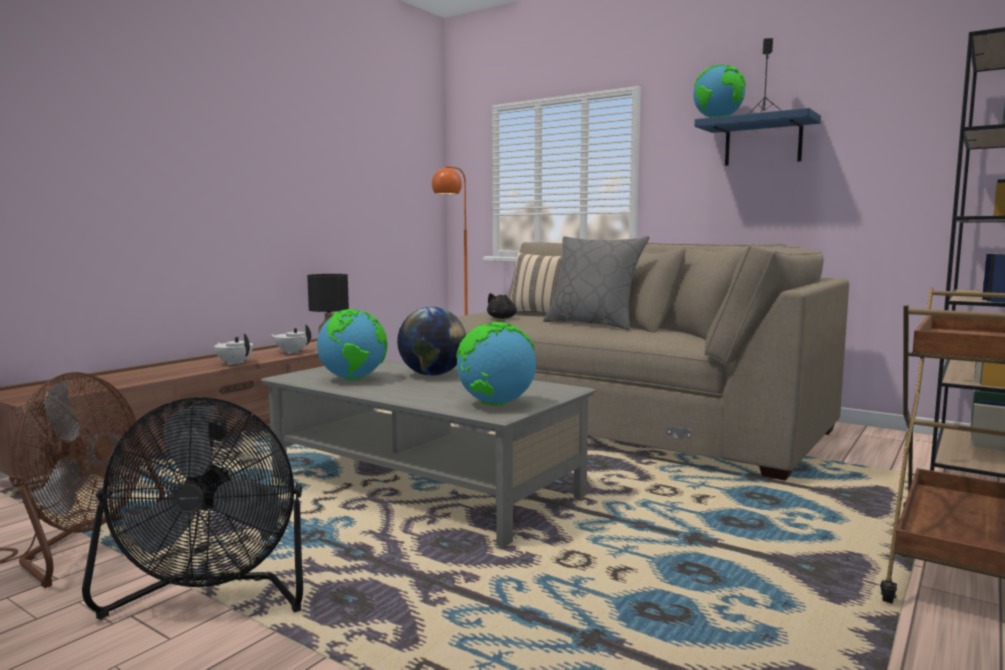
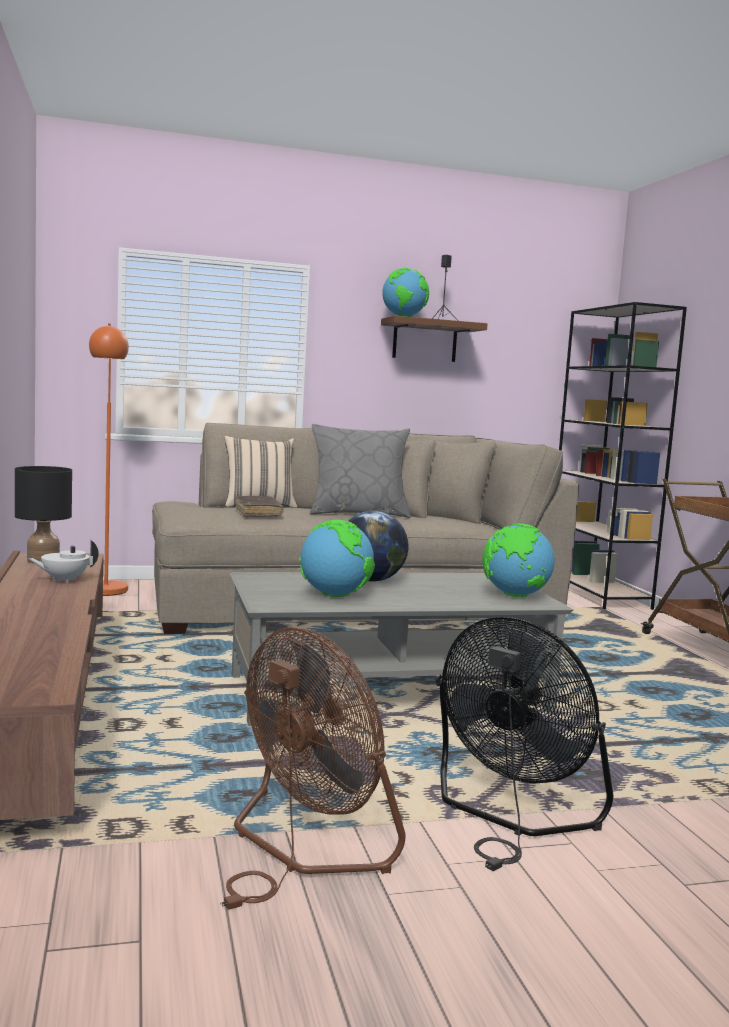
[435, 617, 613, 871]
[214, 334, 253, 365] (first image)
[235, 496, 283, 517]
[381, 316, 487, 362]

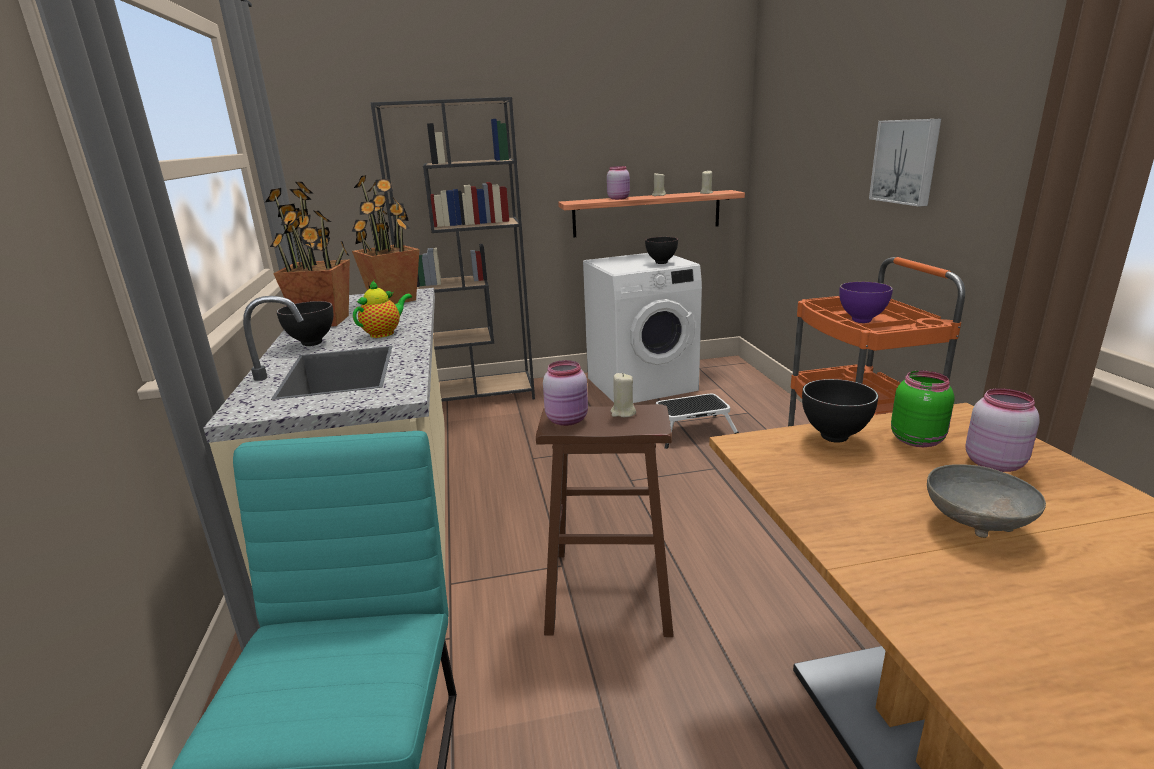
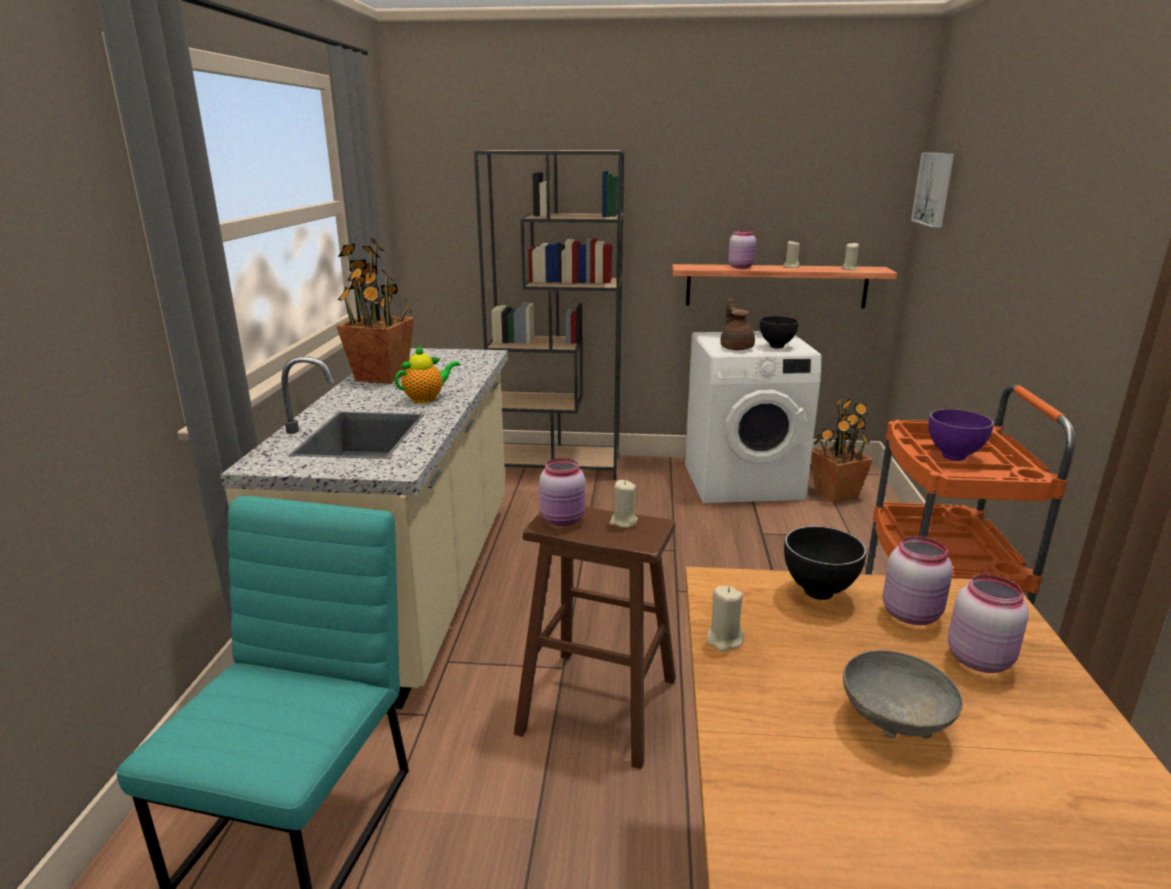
[277, 301, 333, 346] (first image)
[811, 396, 873, 503]
[656, 394, 739, 449] (first image)
[911, 152, 954, 228]
[883, 536, 953, 625]
[707, 586, 744, 652]
[720, 298, 755, 350]

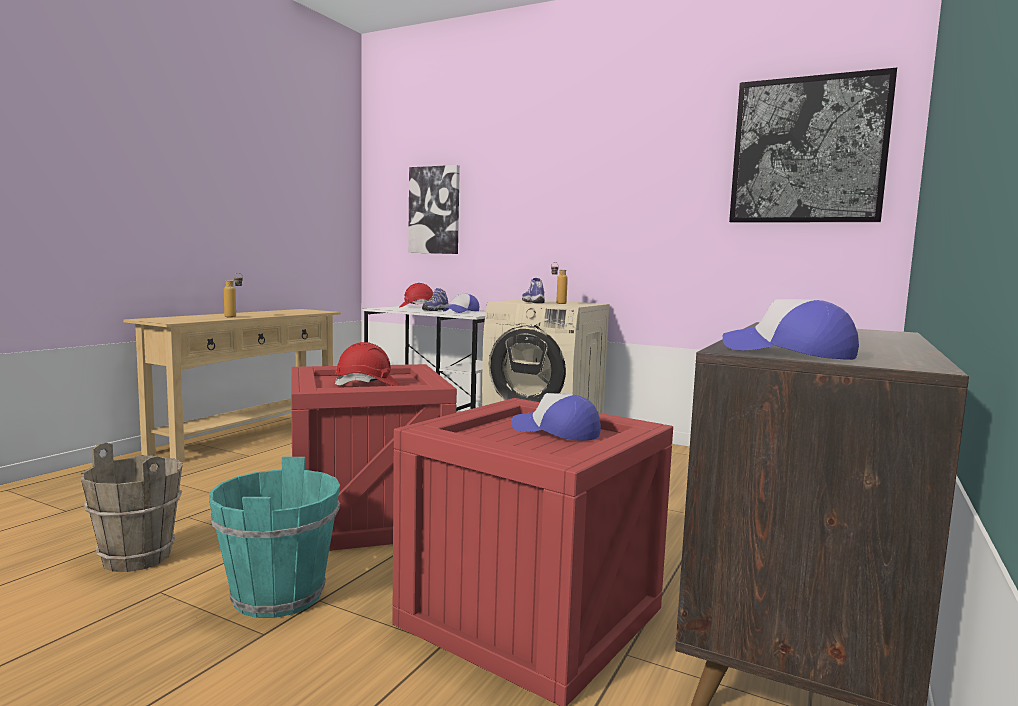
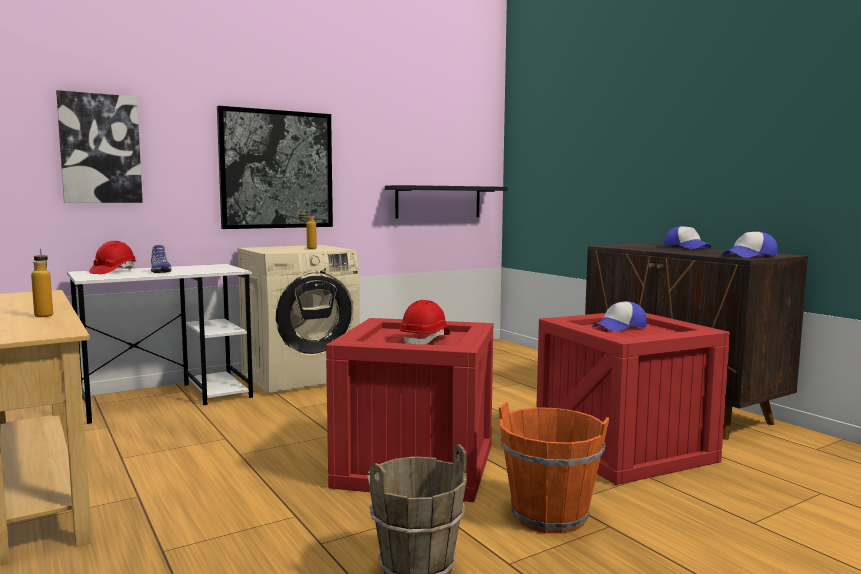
[499, 402, 610, 534]
[664, 226, 711, 249]
[522, 278, 545, 303] (first image)
[217, 106, 333, 229]
[385, 185, 508, 219]

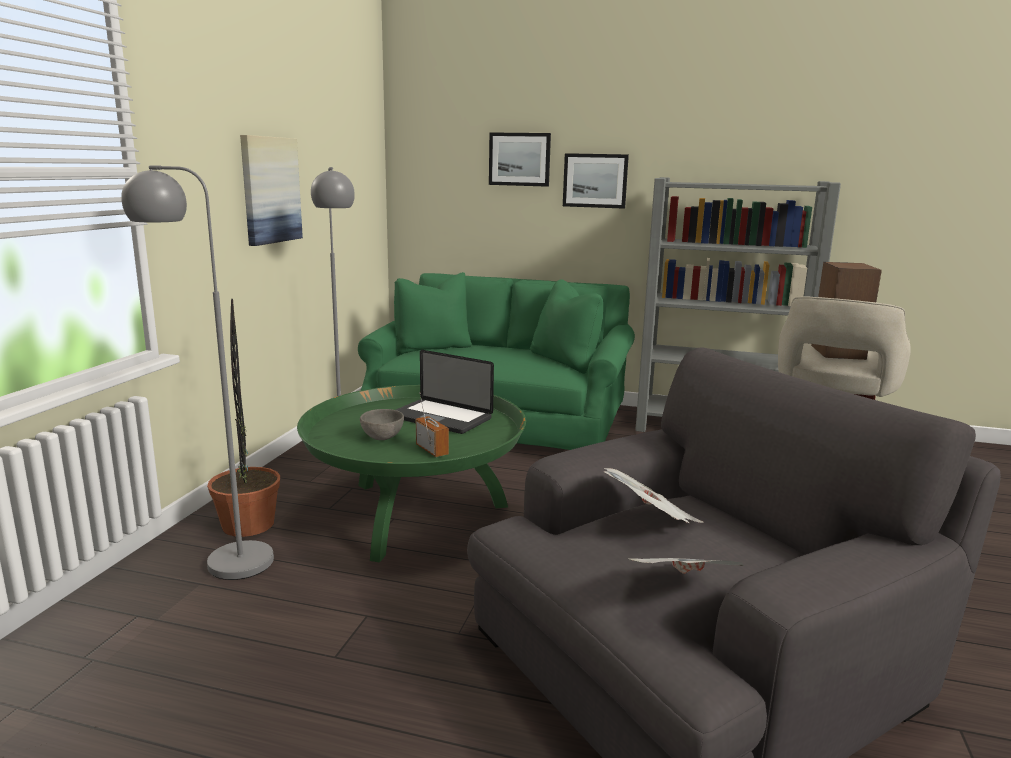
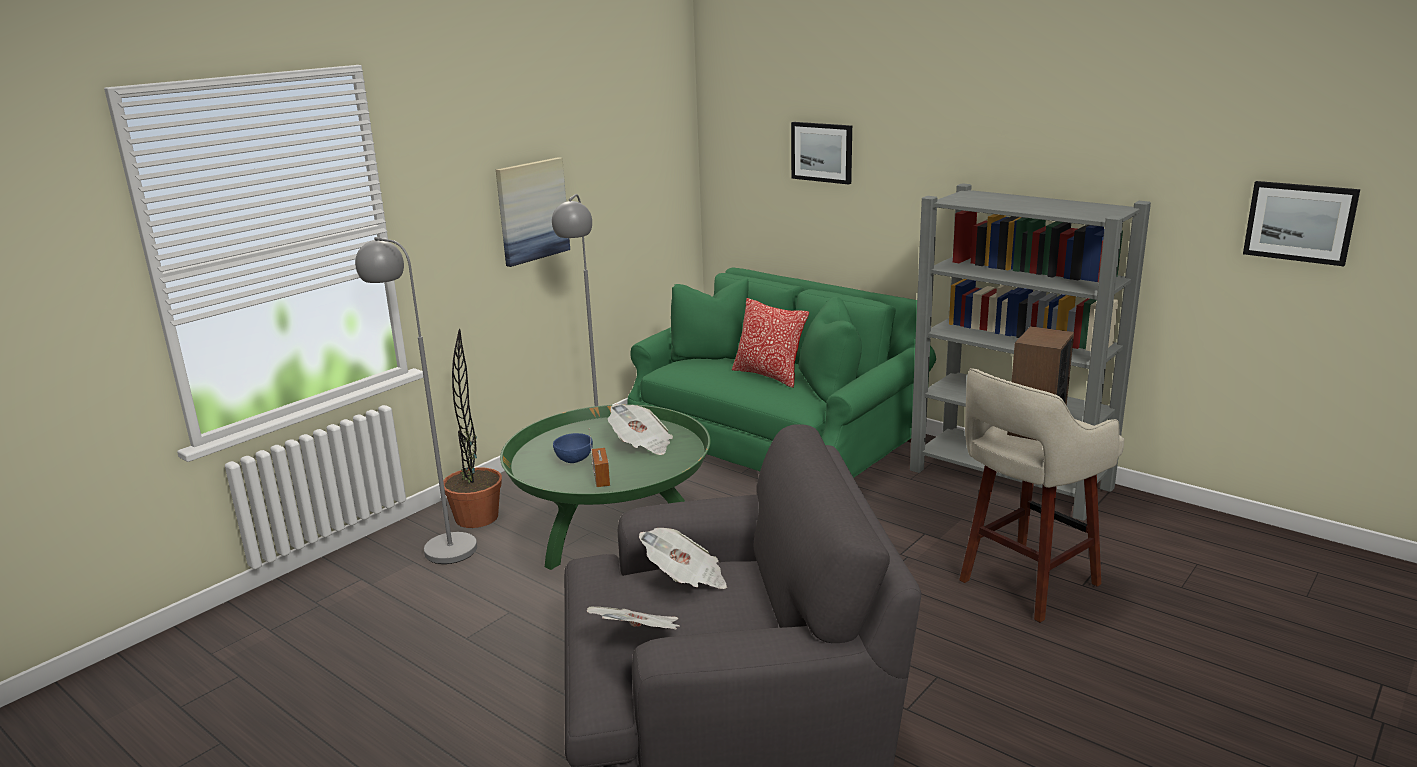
[553, 433, 593, 463]
[608, 404, 673, 455]
[1243, 181, 1360, 266]
[732, 298, 809, 388]

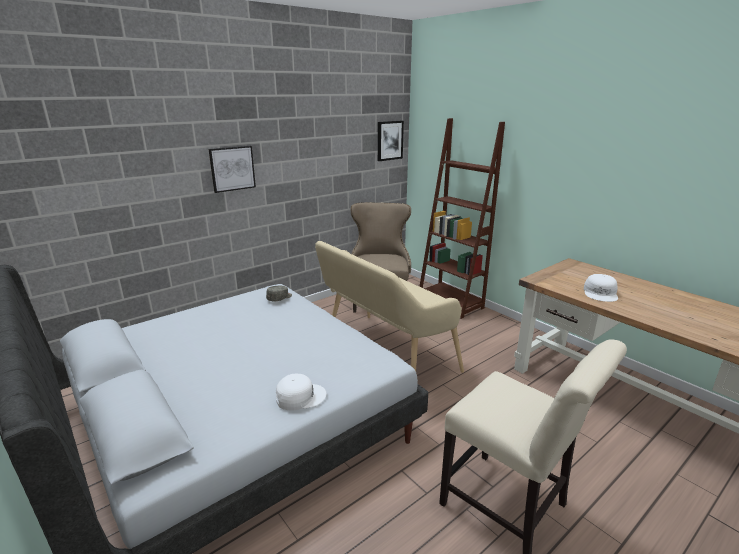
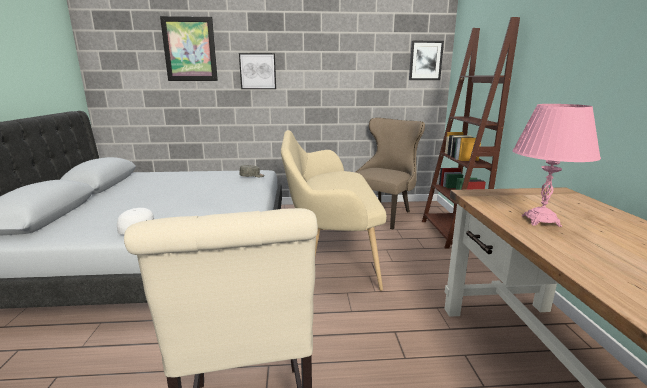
[512, 104, 601, 227]
[160, 16, 218, 81]

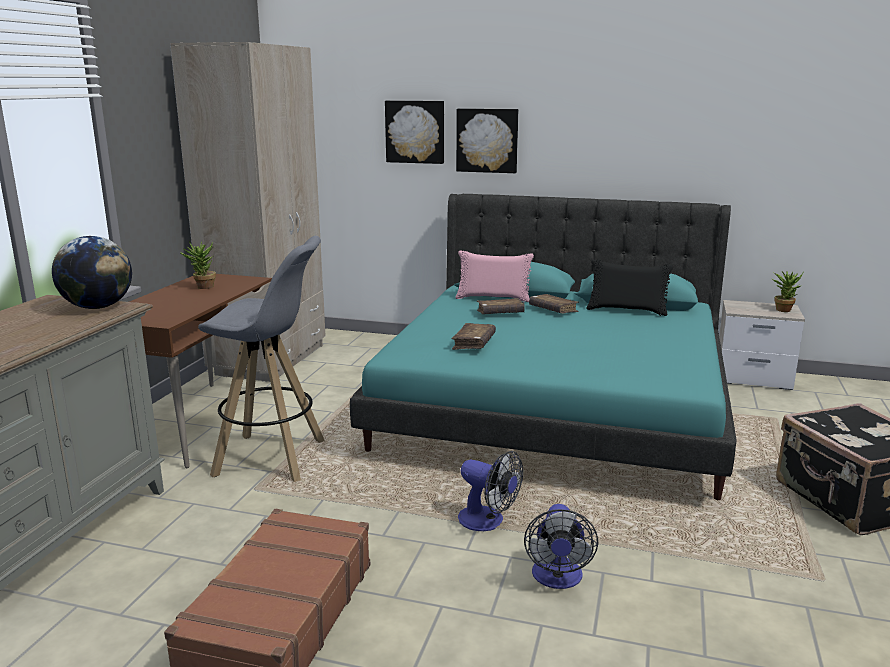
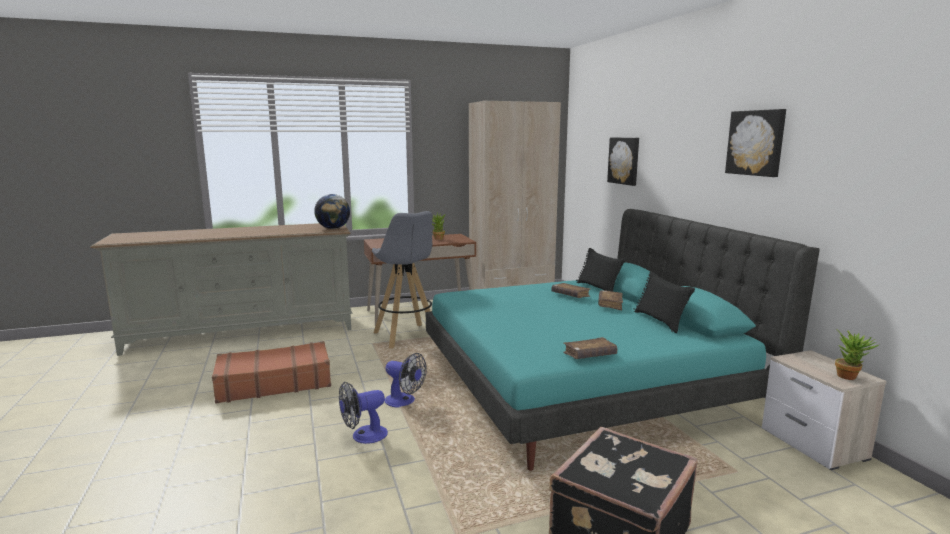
[563, 337, 617, 359]
[576, 248, 625, 291]
[725, 109, 786, 177]
[385, 353, 427, 407]

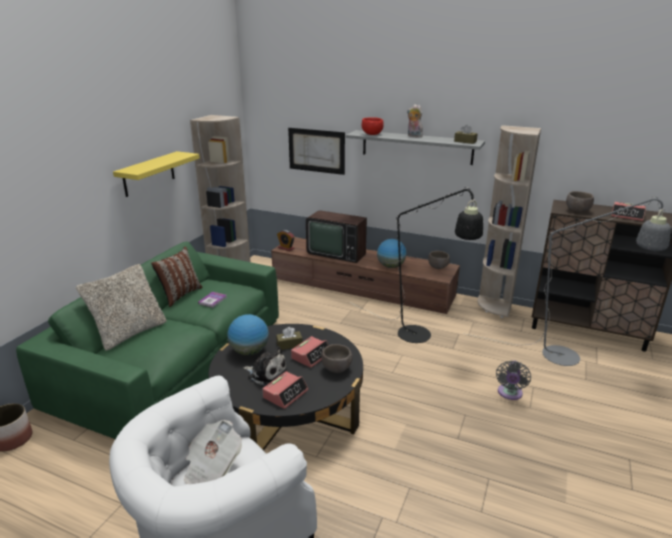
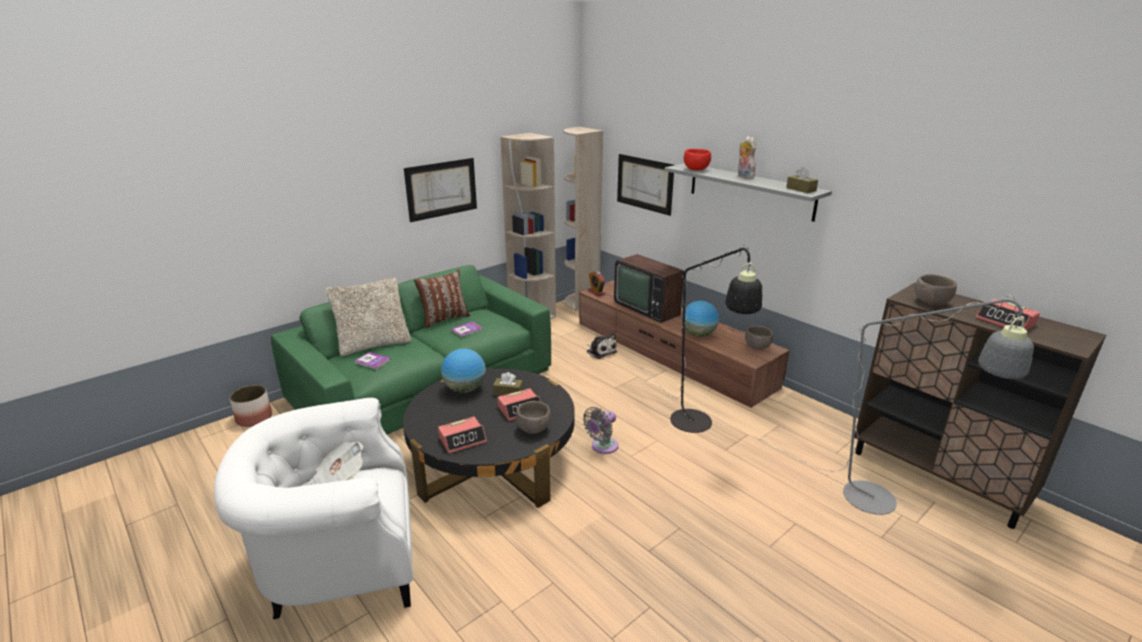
[404, 158, 477, 222]
[587, 333, 617, 359]
[564, 127, 603, 312]
[583, 407, 618, 454]
[355, 352, 391, 369]

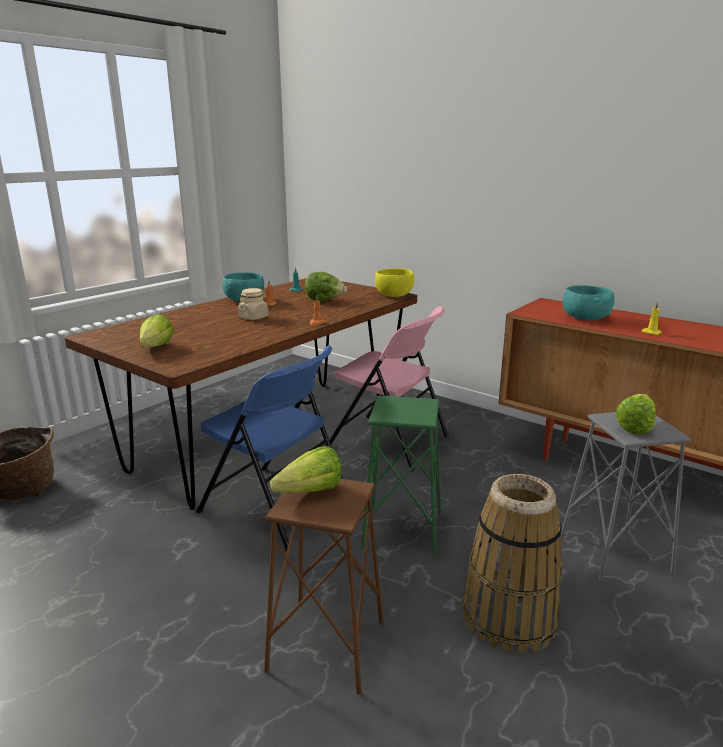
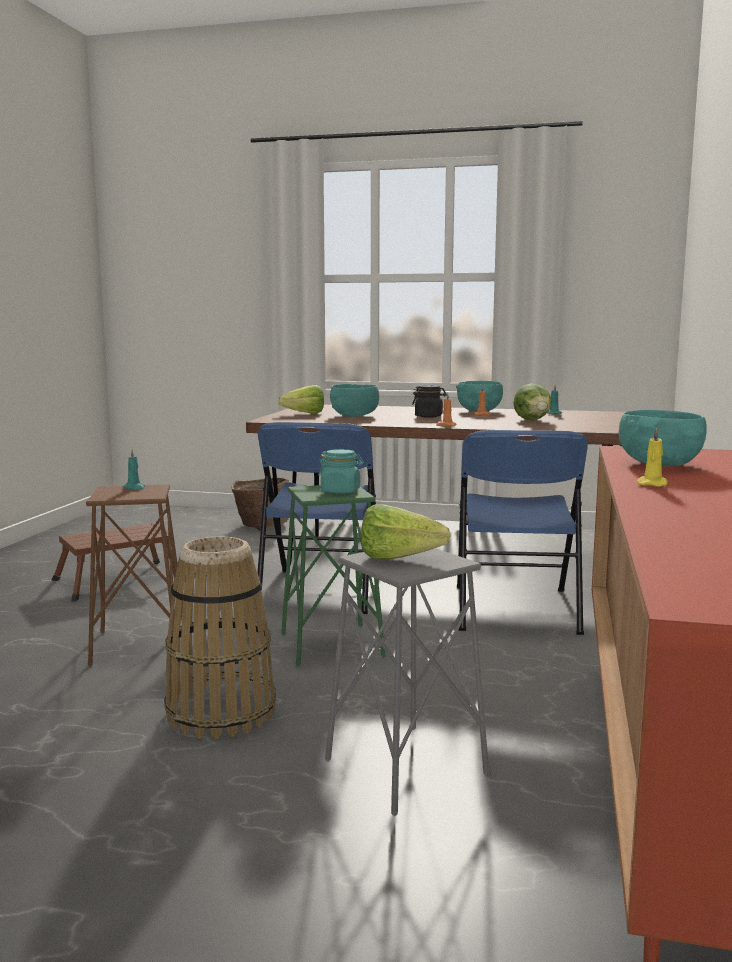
[412, 385, 447, 418]
[122, 450, 145, 490]
[457, 430, 588, 635]
[375, 268, 414, 297] (first image)
[52, 523, 178, 602]
[318, 449, 364, 494]
[330, 384, 379, 417]

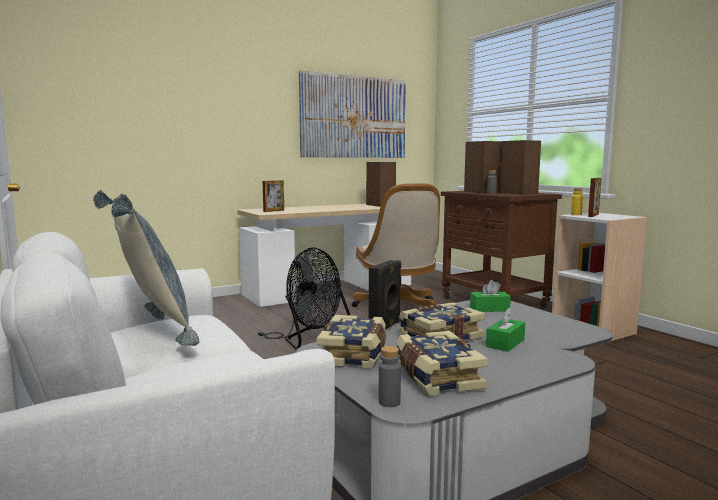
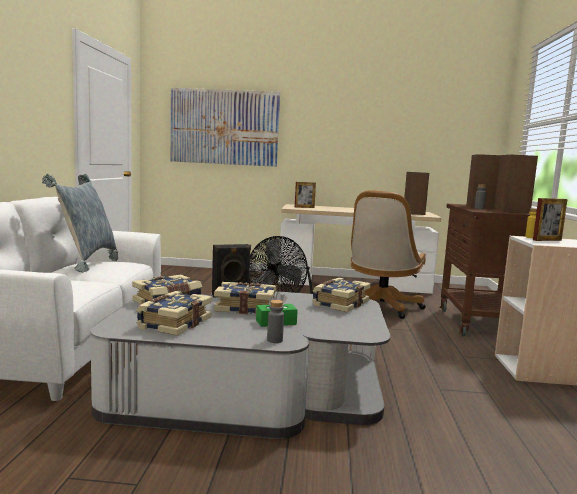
[170, 88, 280, 167]
[267, 300, 284, 343]
[312, 278, 371, 313]

